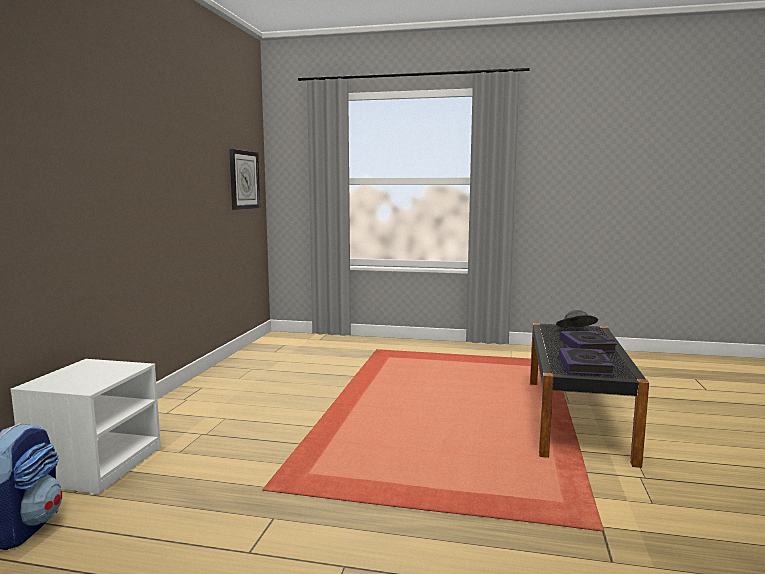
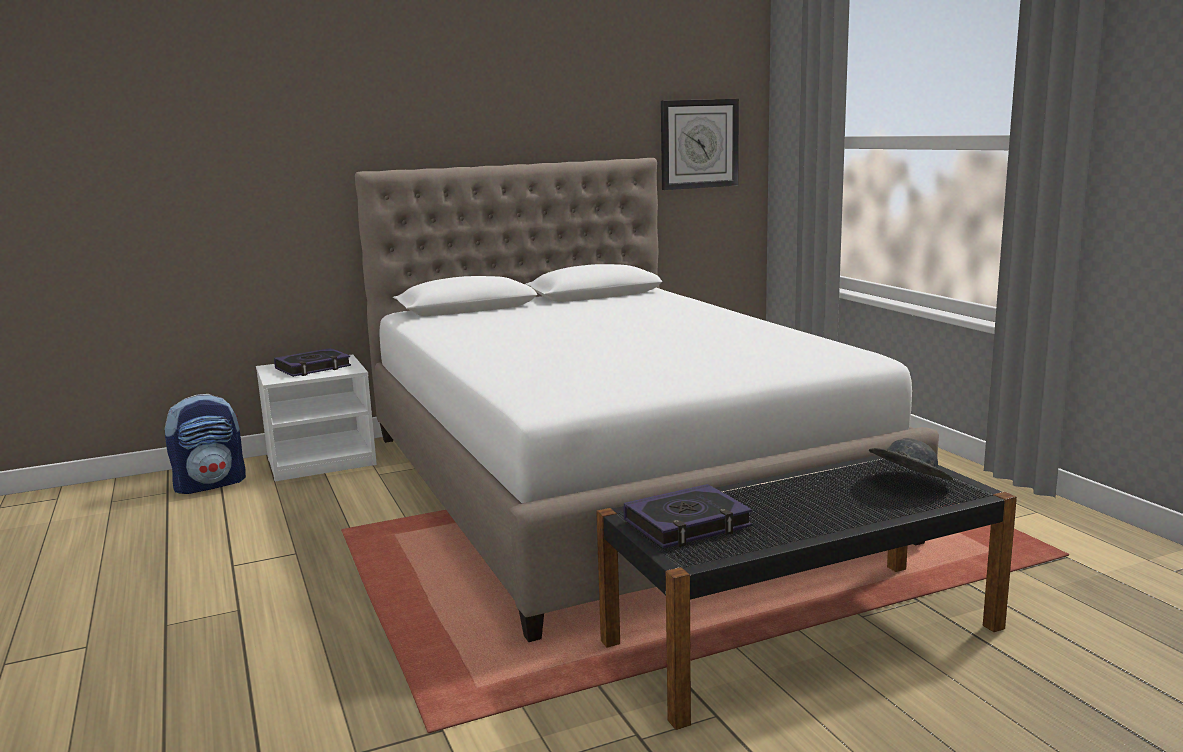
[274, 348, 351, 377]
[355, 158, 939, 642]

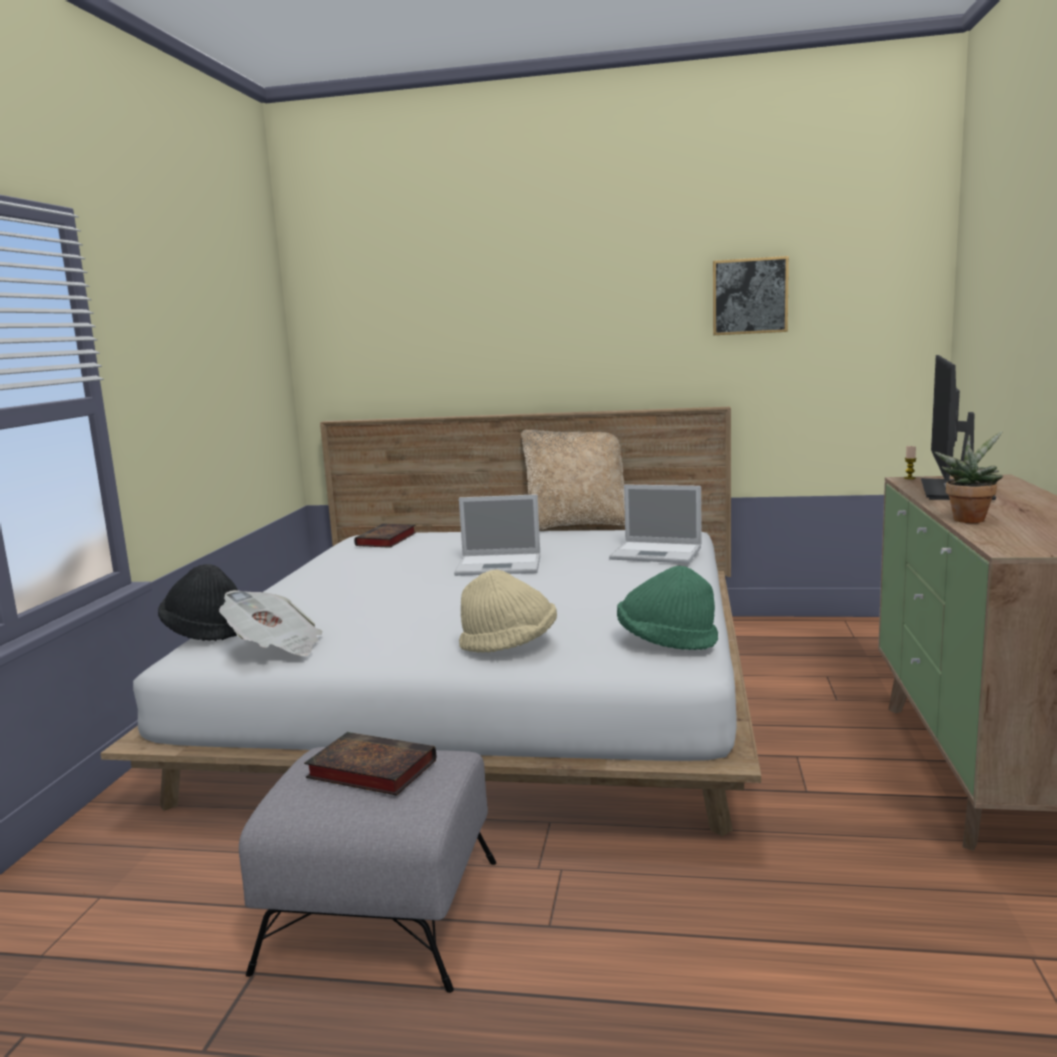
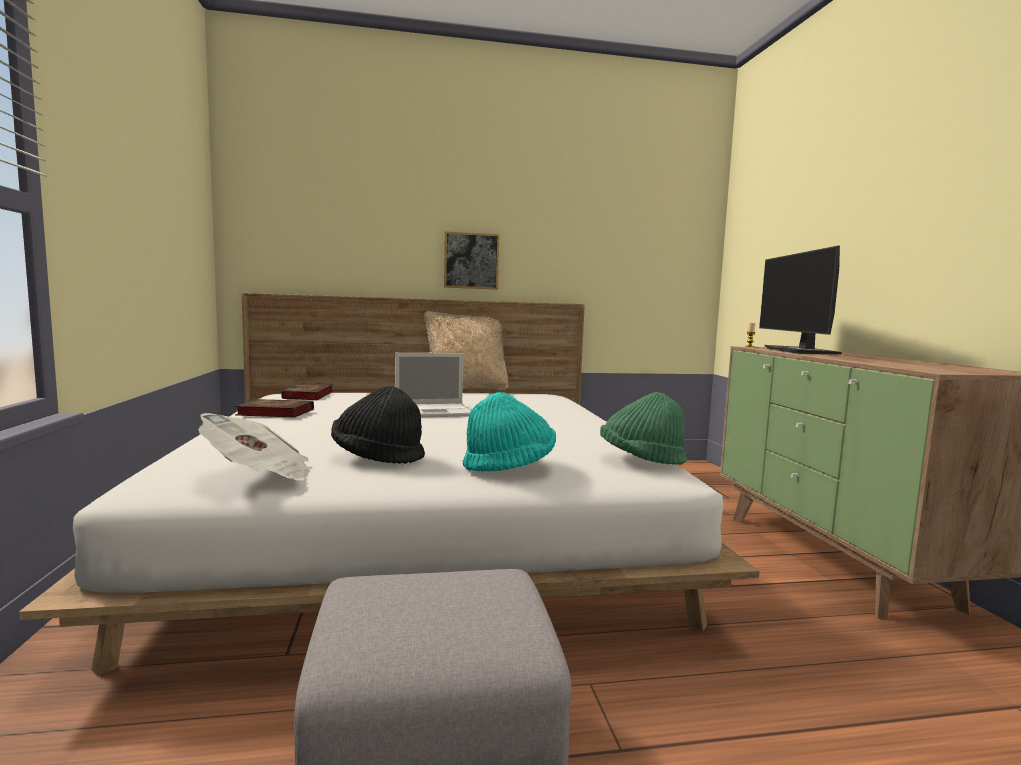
[331, 386, 425, 464]
[235, 399, 314, 418]
[463, 392, 556, 472]
[609, 484, 702, 563] (first image)
[444, 231, 500, 289]
[934, 431, 1003, 523] (first image)

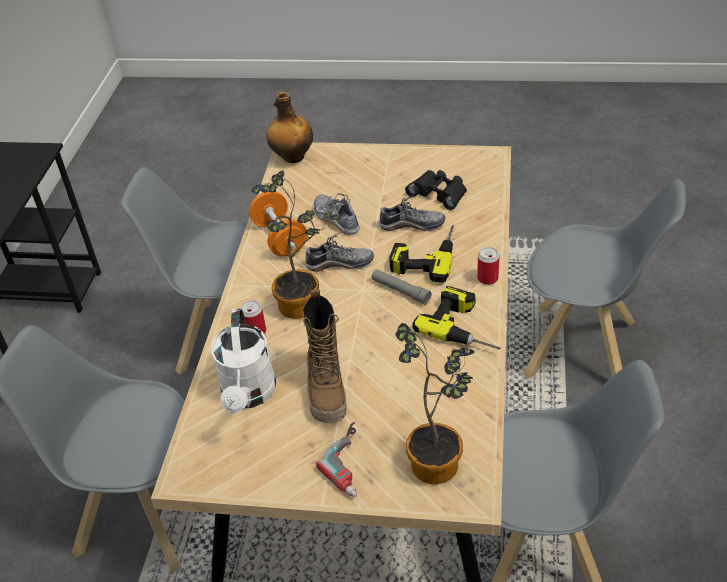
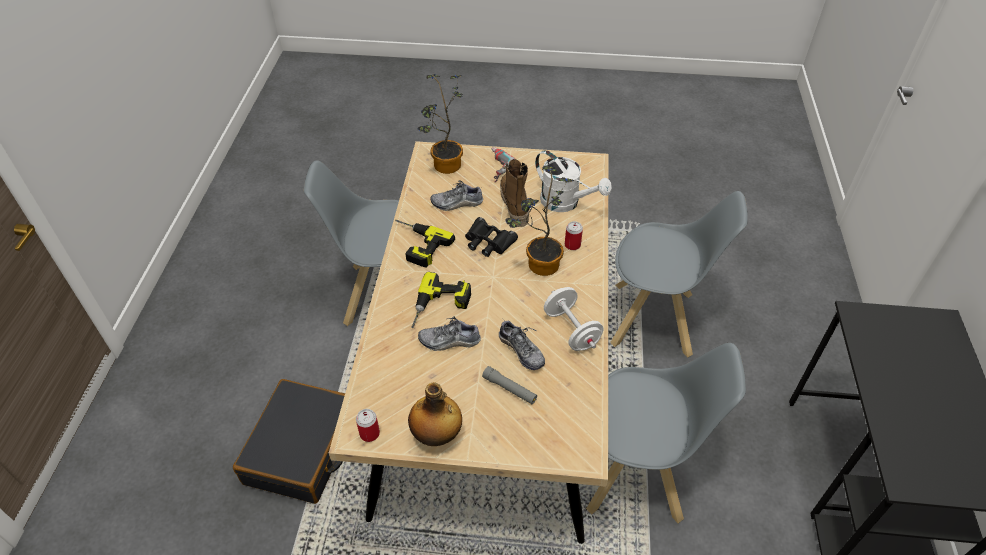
[535, 150, 612, 212]
[544, 287, 603, 351]
[408, 382, 462, 446]
[430, 180, 483, 211]
[482, 366, 537, 404]
[465, 217, 518, 257]
[356, 409, 380, 442]
[233, 379, 345, 504]

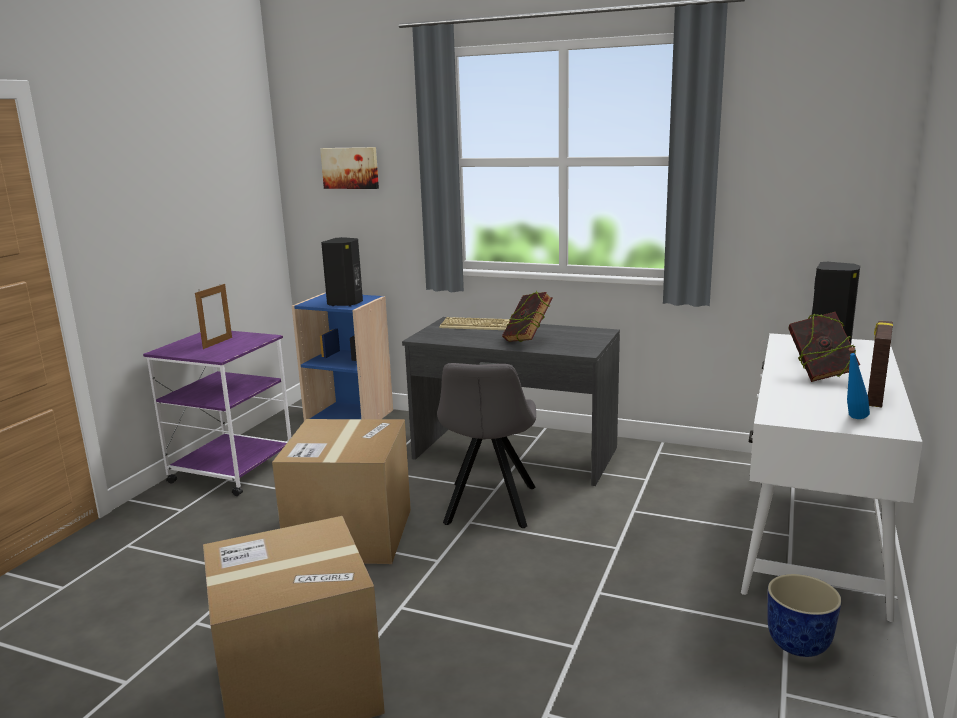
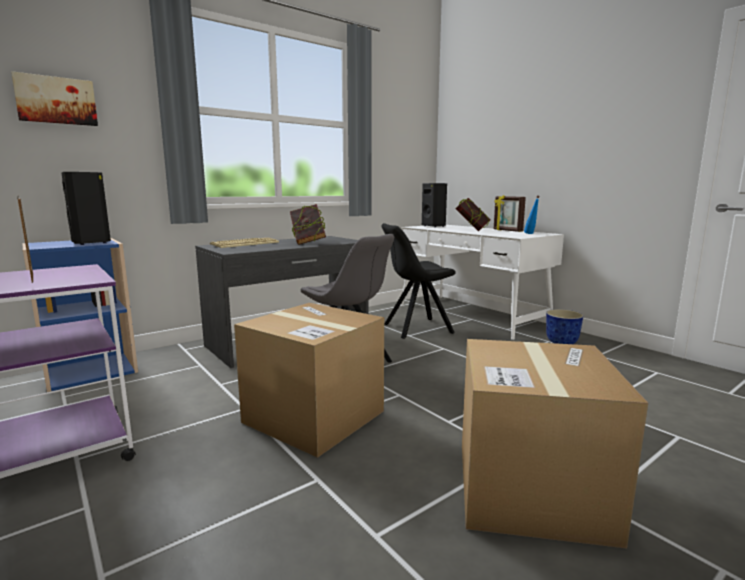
[382, 223, 456, 339]

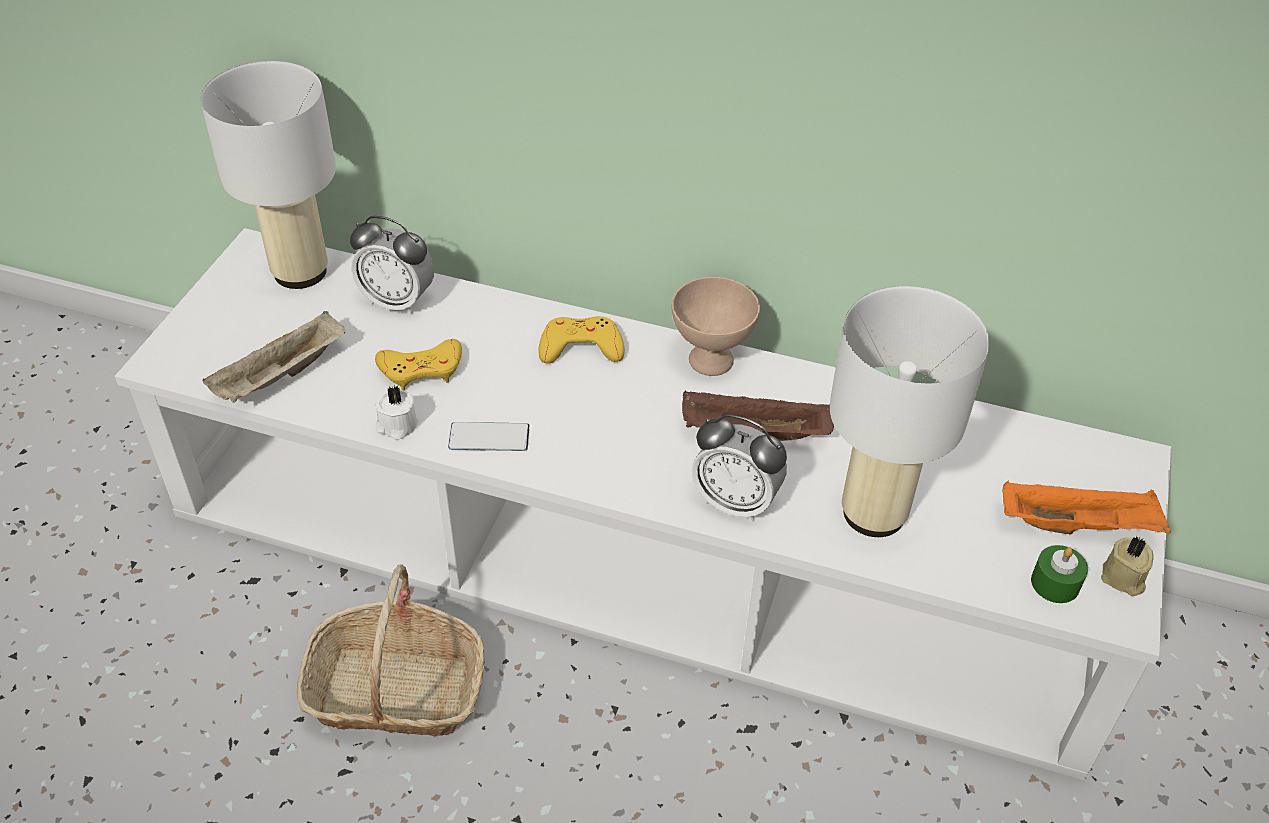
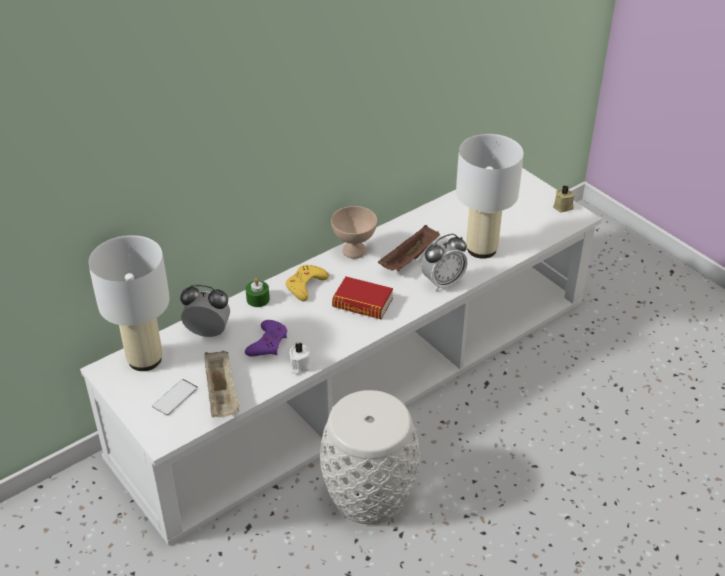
[320, 390, 420, 524]
[180, 285, 230, 337]
[245, 320, 287, 357]
[152, 379, 198, 415]
[1003, 480, 1171, 535] (first image)
[245, 278, 270, 307]
[332, 277, 393, 319]

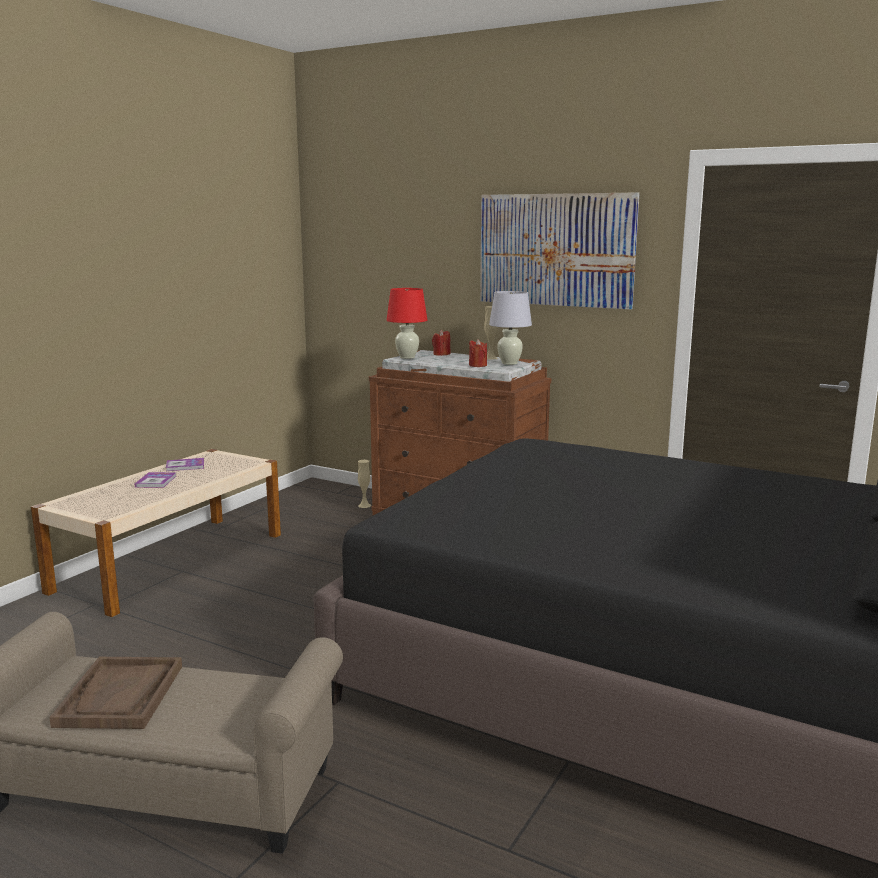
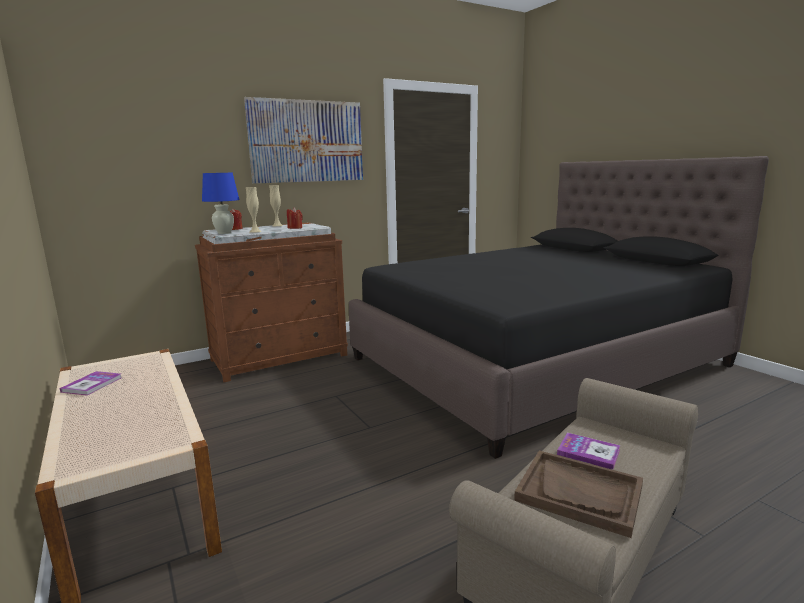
[557, 433, 620, 470]
[245, 187, 262, 233]
[202, 173, 240, 234]
[489, 291, 532, 365] (first image)

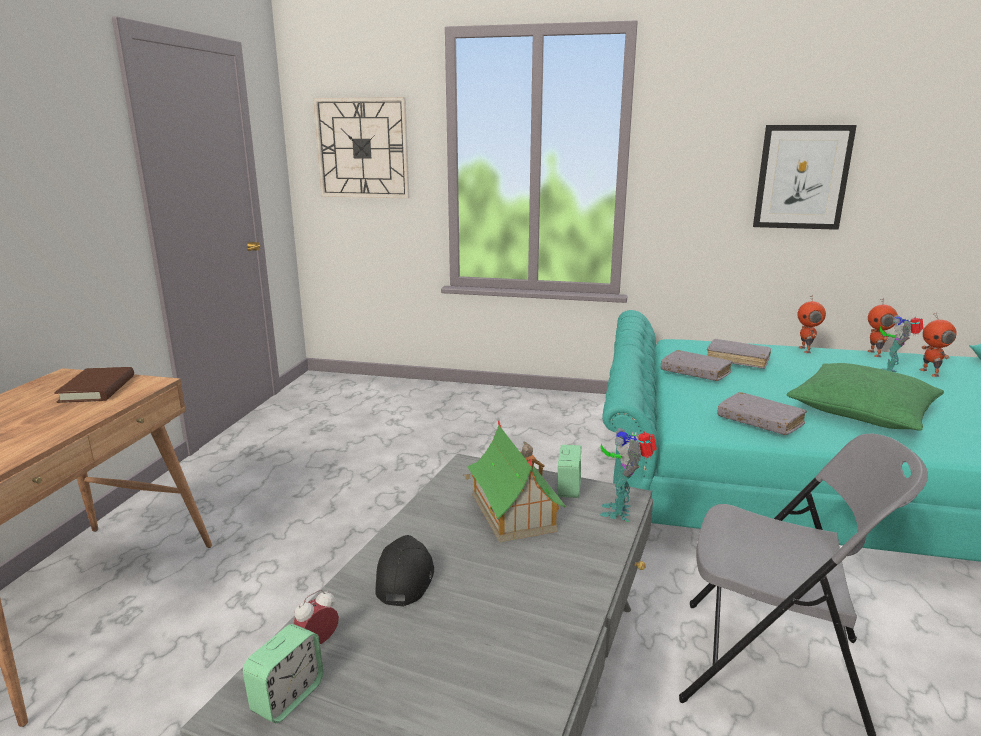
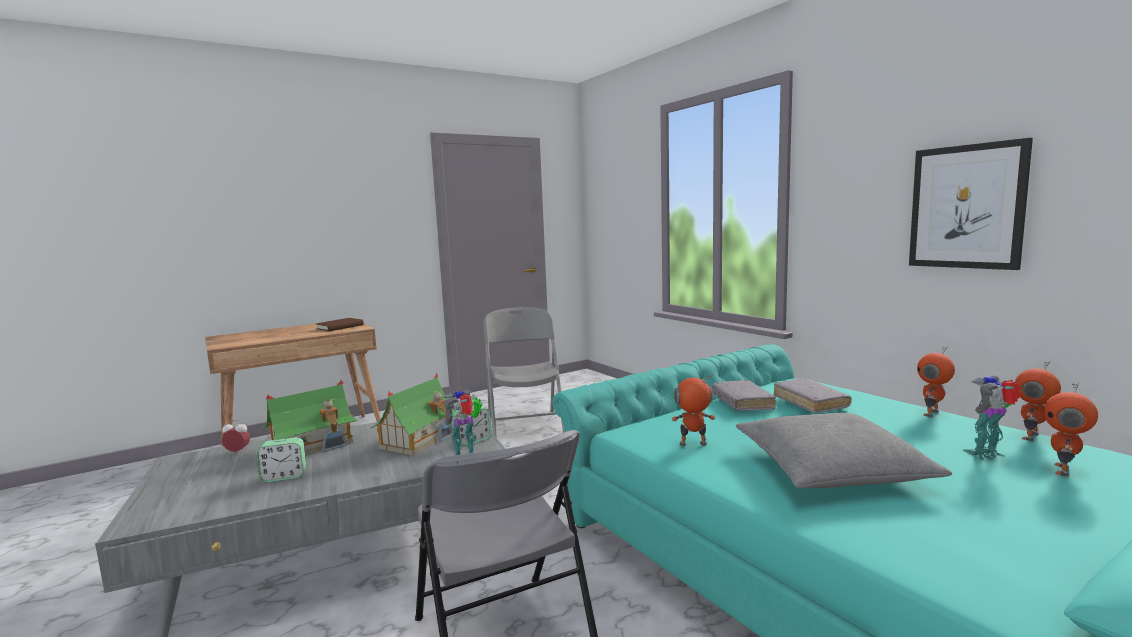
[256, 437, 306, 482]
[313, 97, 409, 198] (first image)
[262, 380, 358, 455]
[672, 373, 716, 446]
[736, 413, 952, 488]
[483, 307, 565, 438]

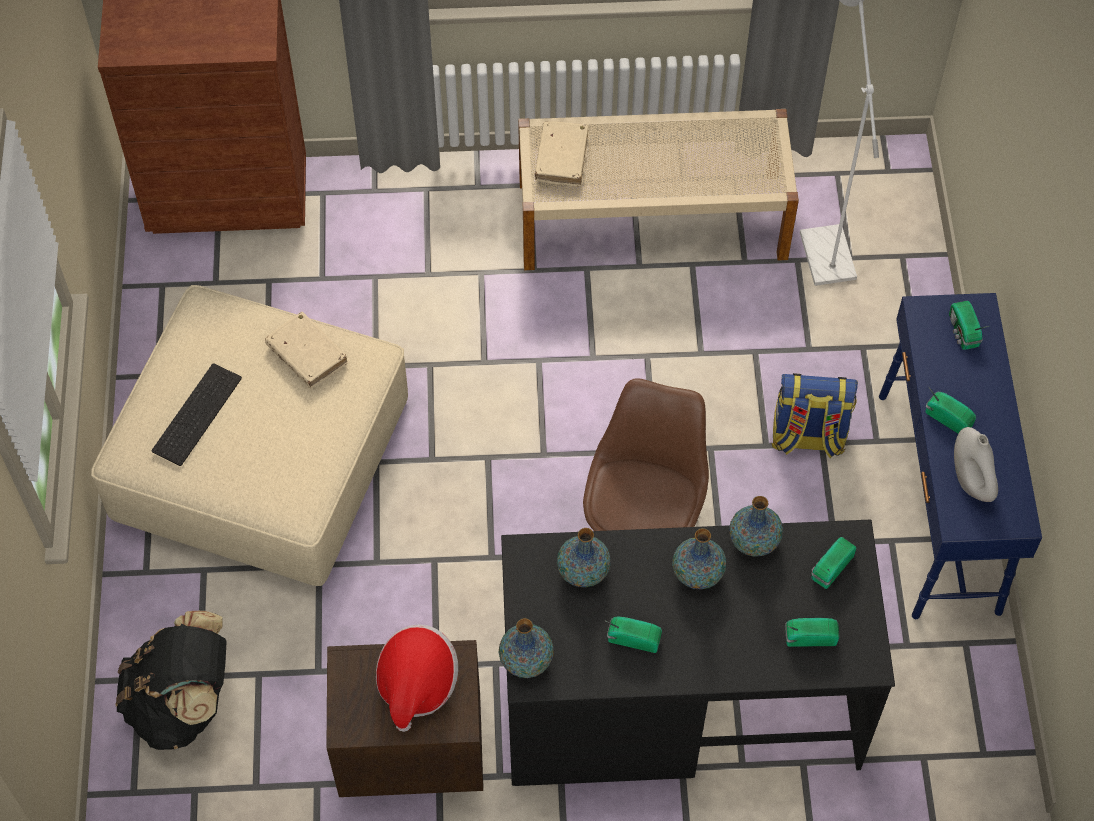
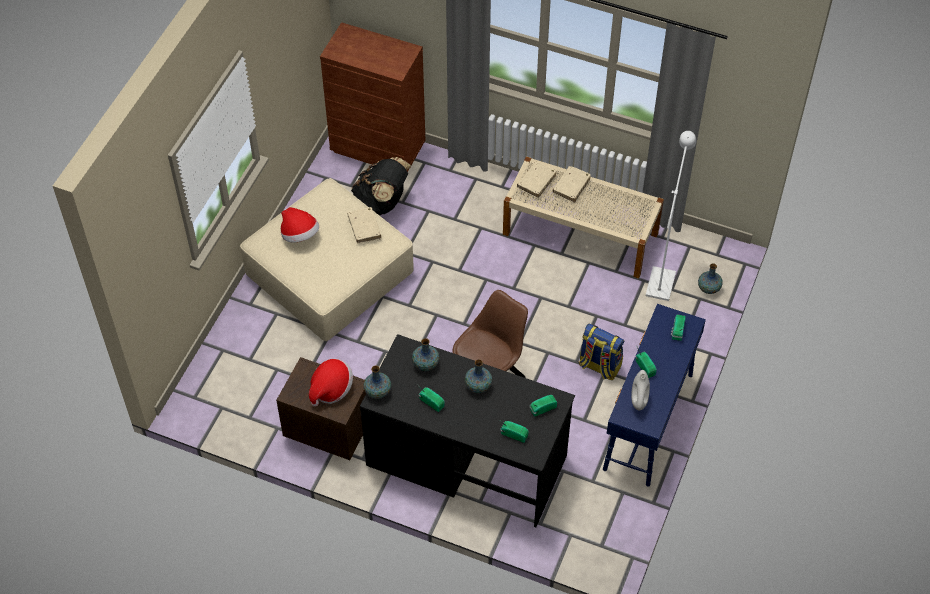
[351, 157, 411, 216]
[281, 207, 319, 242]
[698, 263, 723, 294]
[553, 166, 591, 203]

